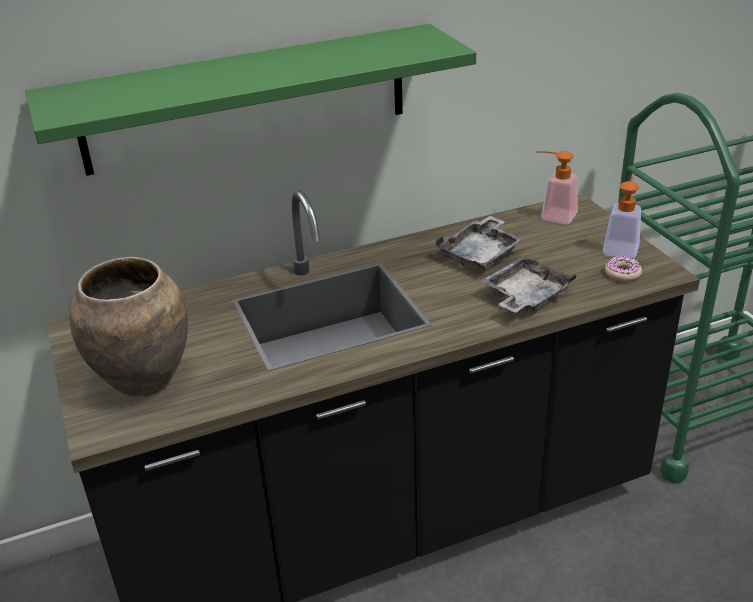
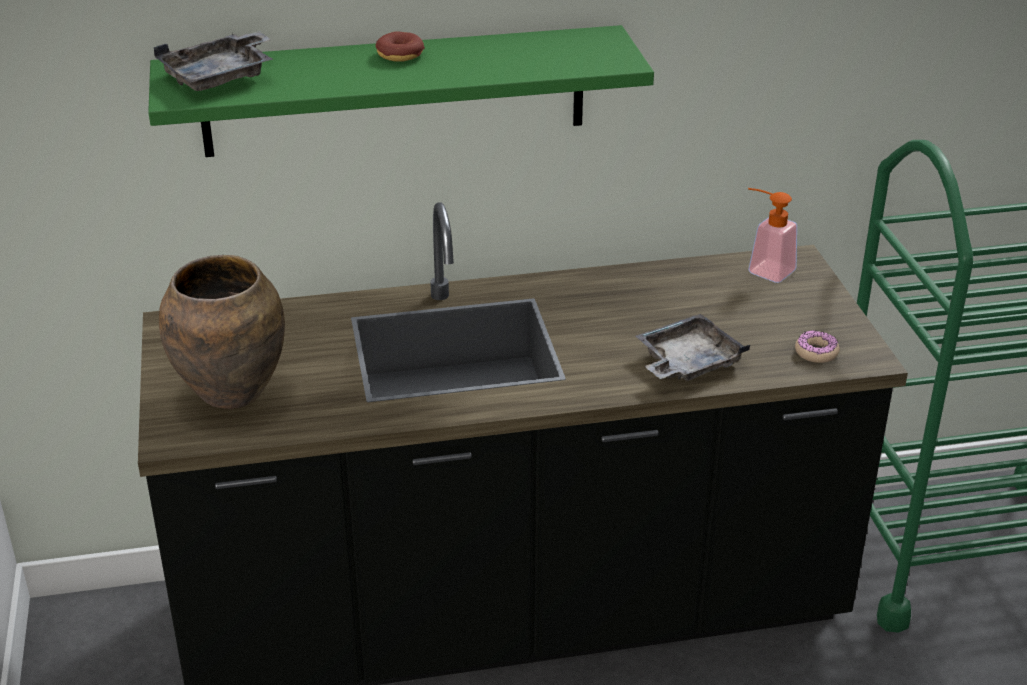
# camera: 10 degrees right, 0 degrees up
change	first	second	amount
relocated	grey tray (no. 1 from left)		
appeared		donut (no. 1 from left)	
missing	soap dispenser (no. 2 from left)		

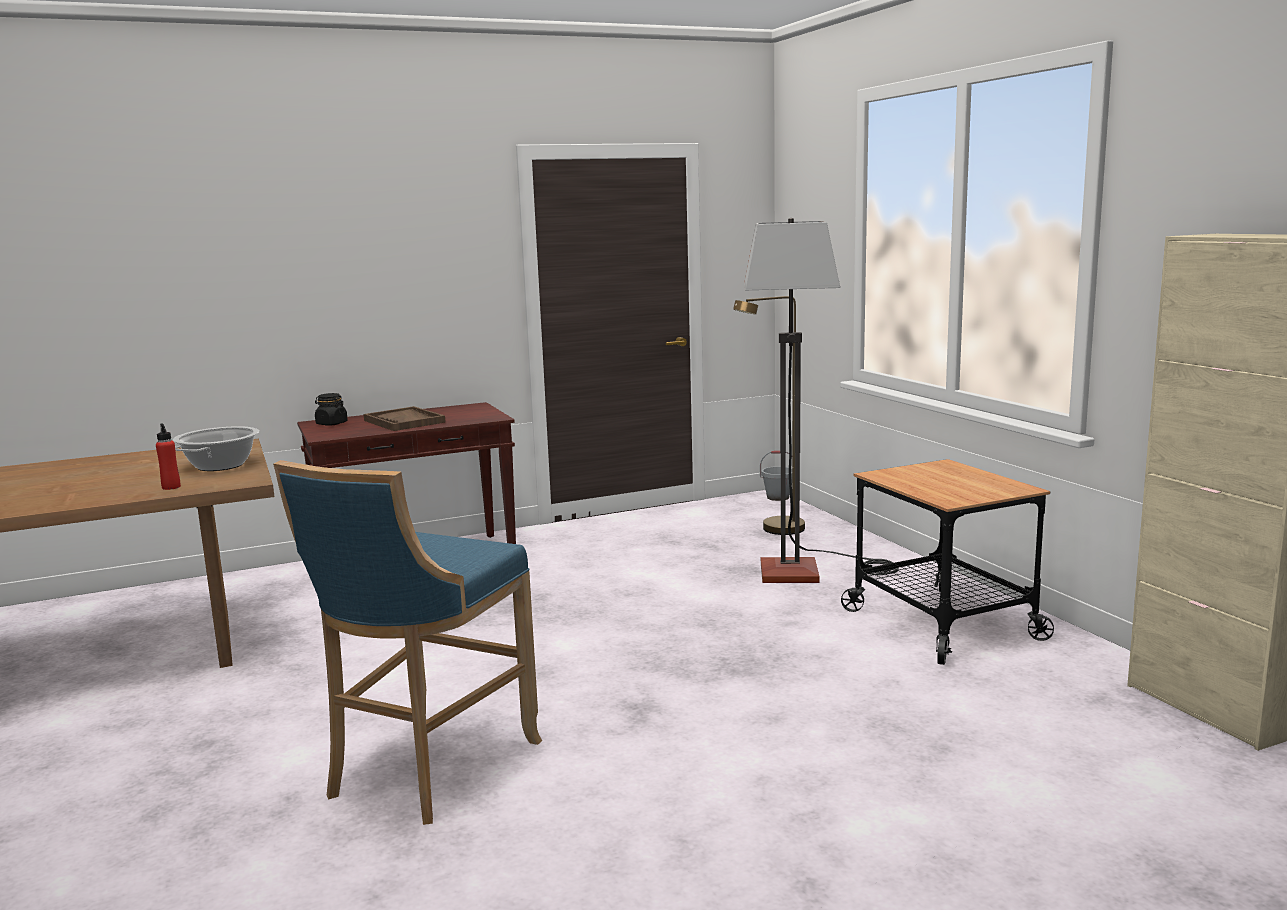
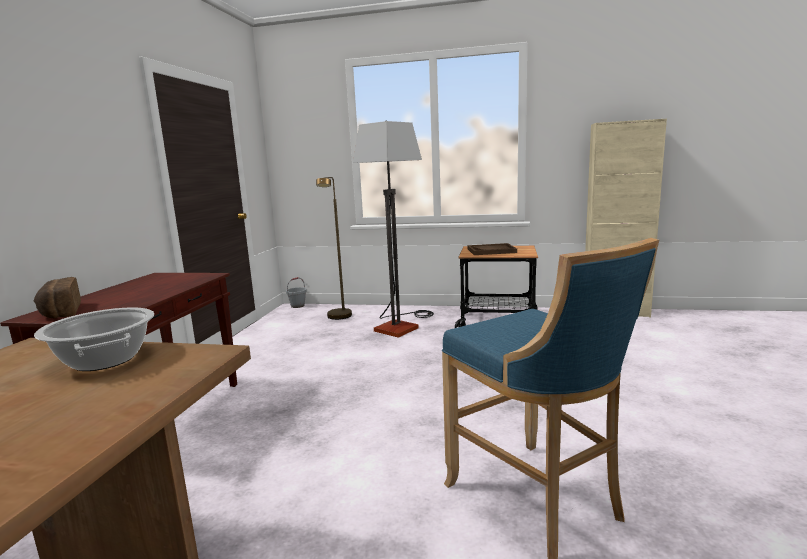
# camera: 55 degrees left, 0 degrees up
change	first	second	amount
exchanged	black jar	bread	
relocated	brown tray		
missing	red bottle		

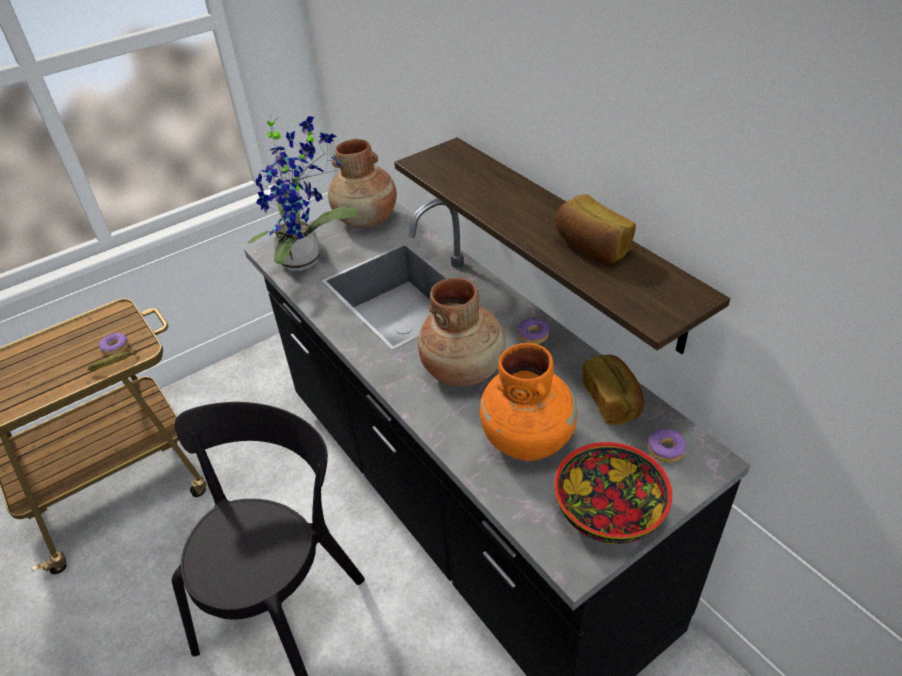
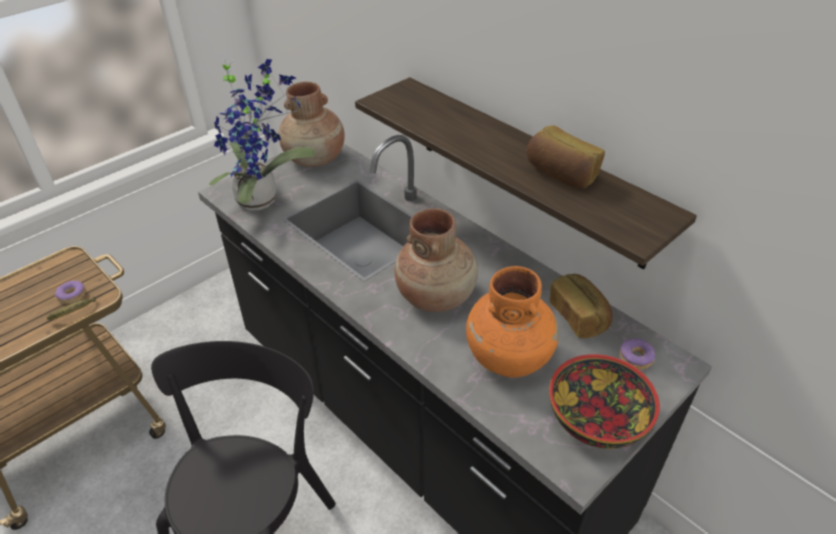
# camera: 10 degrees left, 0 degrees up
change	first	second	amount
missing	donut (no. 2 from left)		

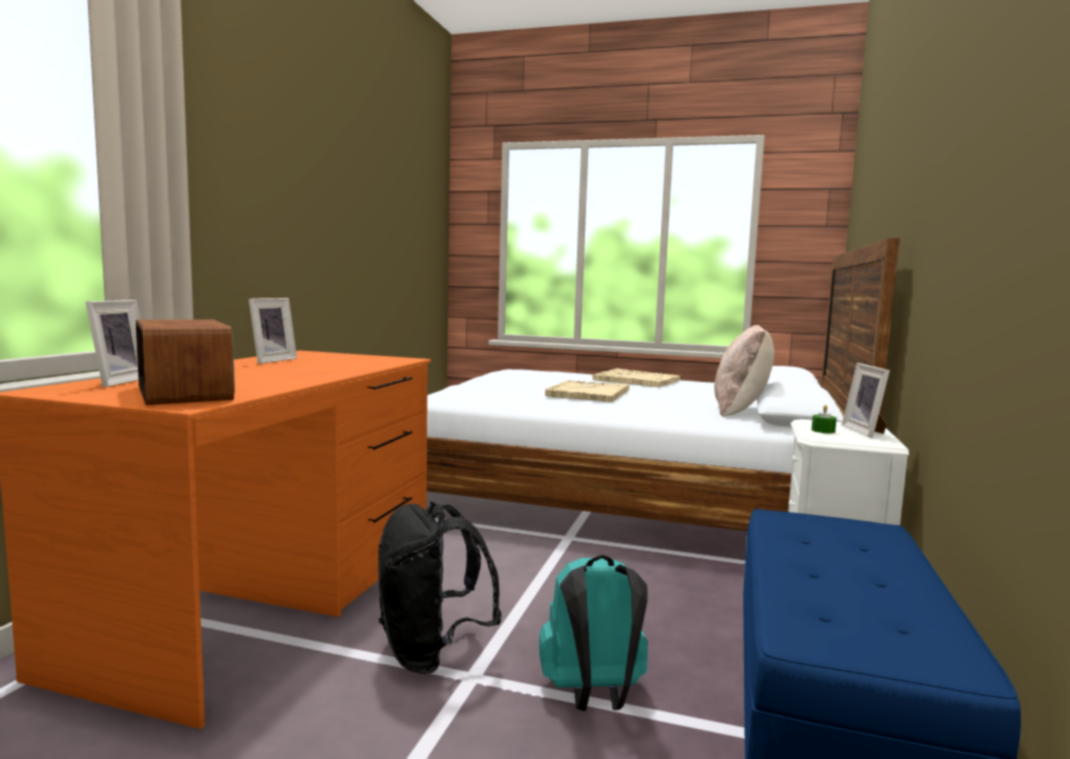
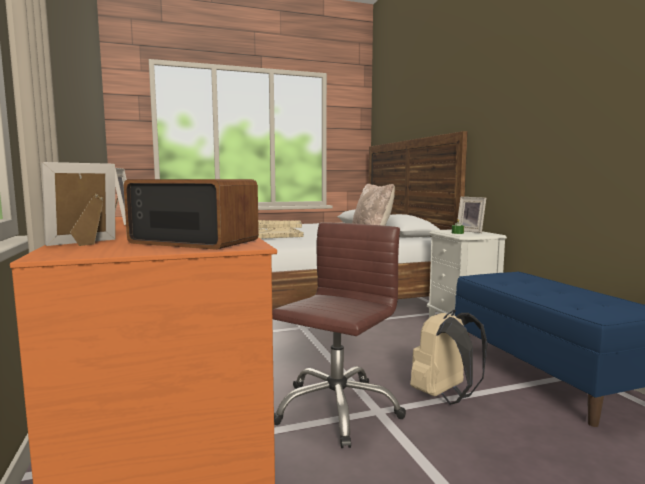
# camera: 35 degrees left, 0 degrees up
change	first	second	amount
spun	picture frame (no. 1 from left)		105 degrees counterclockwise
exchanged	black backpack	brown office chair	
colour	turquoise backpack	beige backpack	

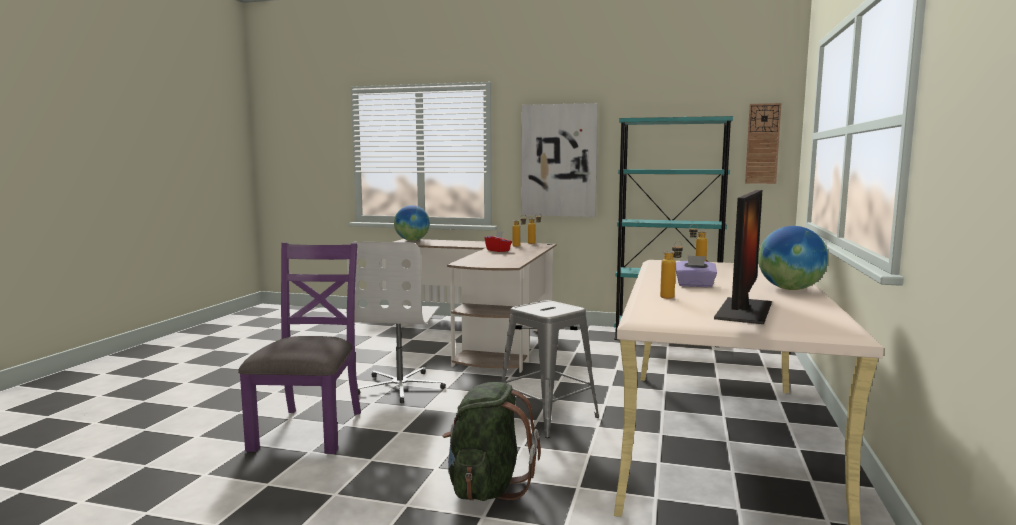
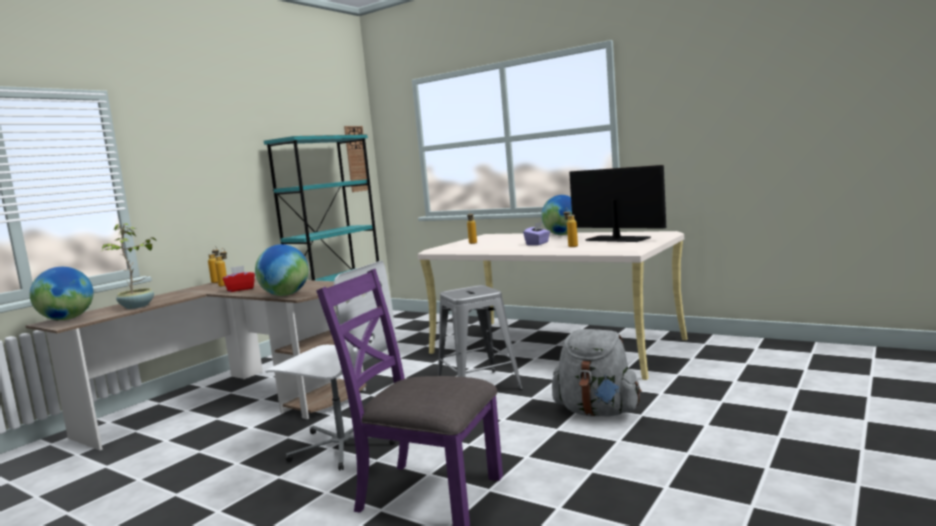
# camera: 70 degrees left, 0 degrees up
change	first	second	amount
appeared		potted plant	
appeared		globe (no. 2 from left)	
colour	green backpack	grey backpack	
missing	picture		

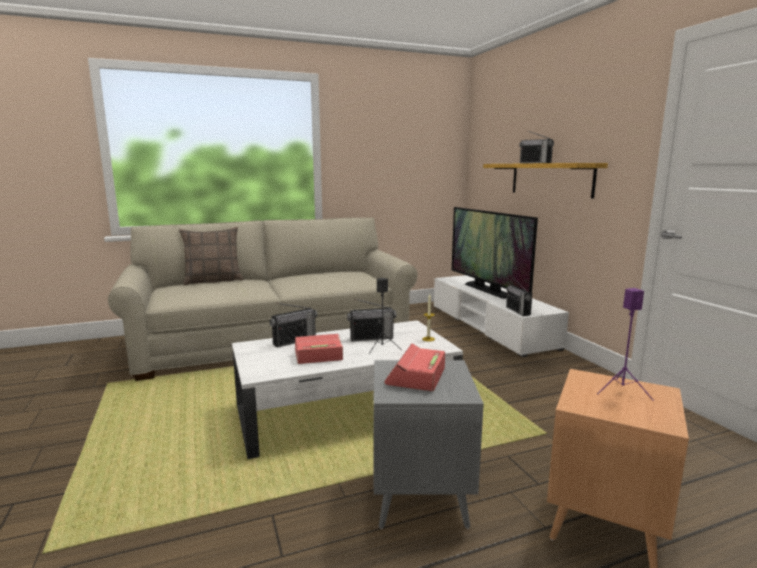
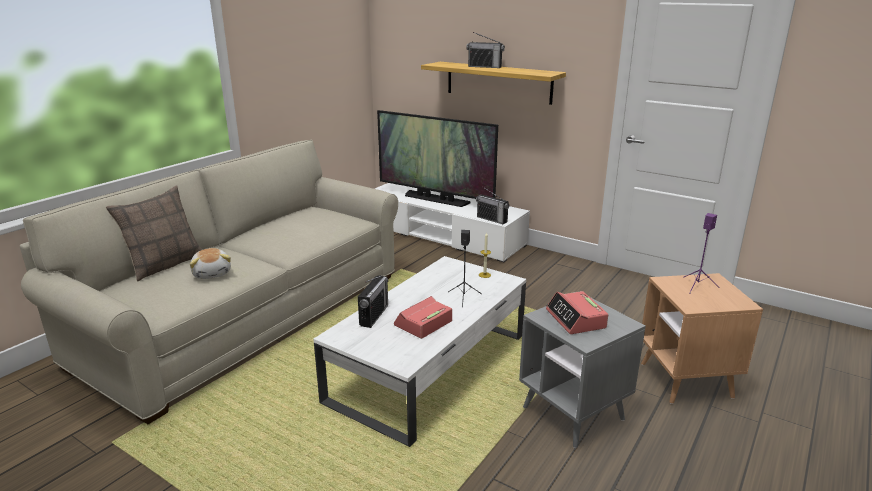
# camera: 35 degrees left, 10 degrees up
change	first	second	amount
appeared		plush toy	
missing	radio (no. 2 from left)		

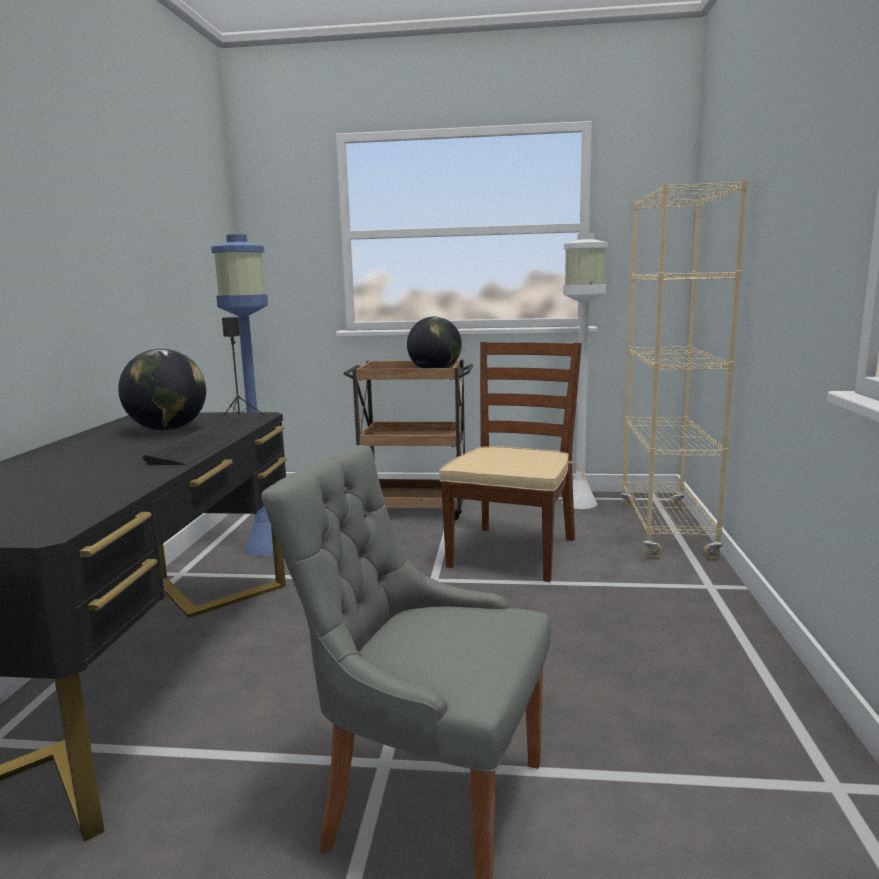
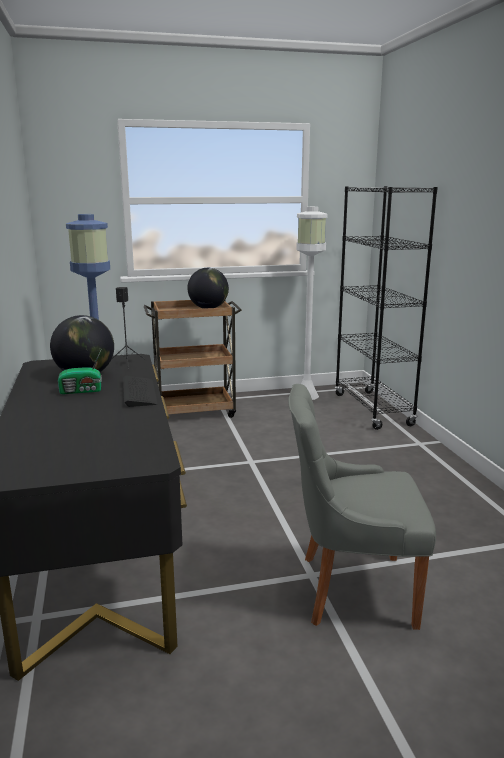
# camera: 20 degrees left, 5 degrees up
change	first	second	amount
appeared		radio	
colour	beige bookcase	black bookcase	
missing	brown chair		

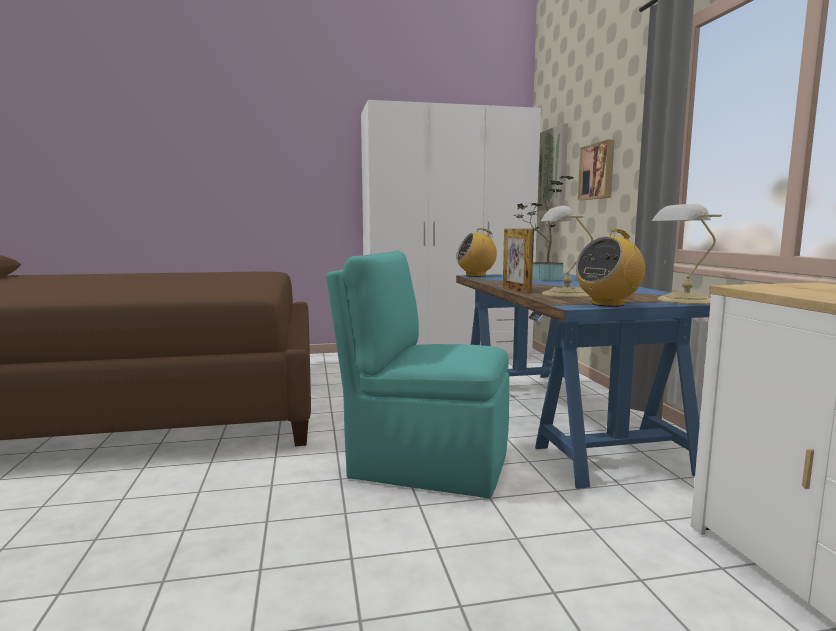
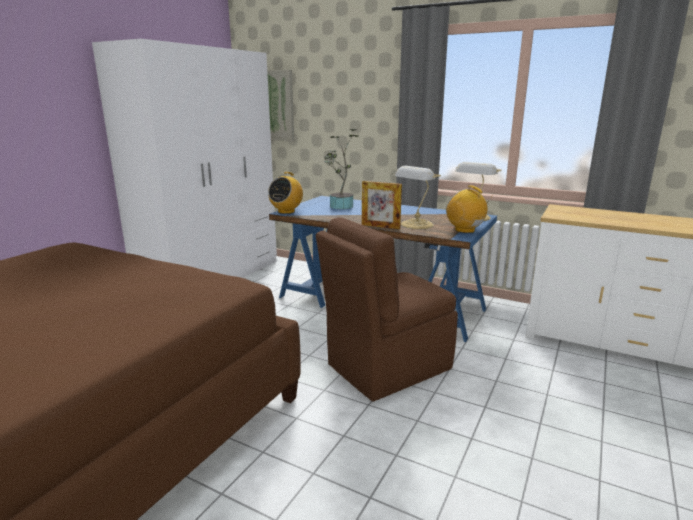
# camera: 50 degrees left, 10 degrees up
change	first	second	amount
colour	turquoise chair	brown chair	
spun	radio (no. 2 from left)		135 degrees clockwise
missing	picture (no. 2 from left)		

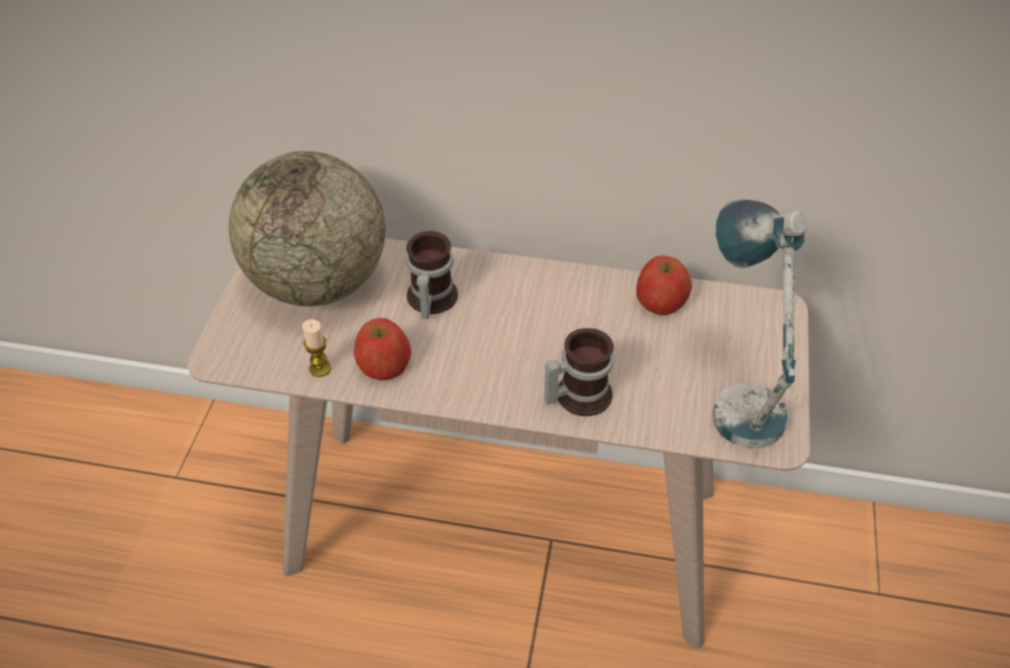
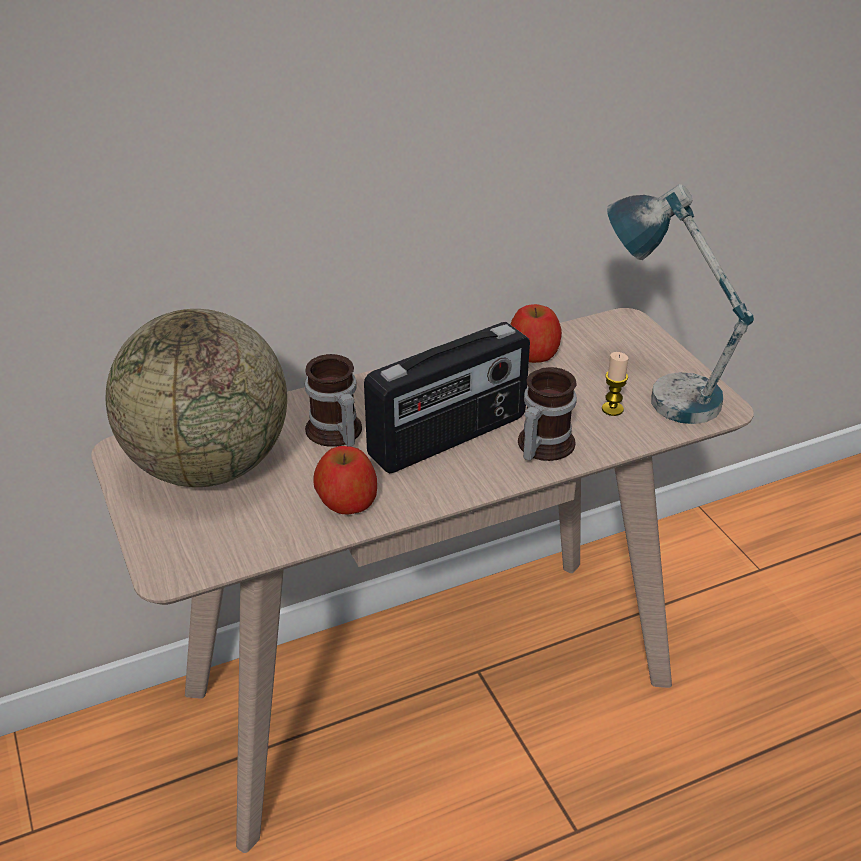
# camera: 35 degrees left, 10 degrees down
change	first	second	amount
appeared		radio	
relocated	candle		

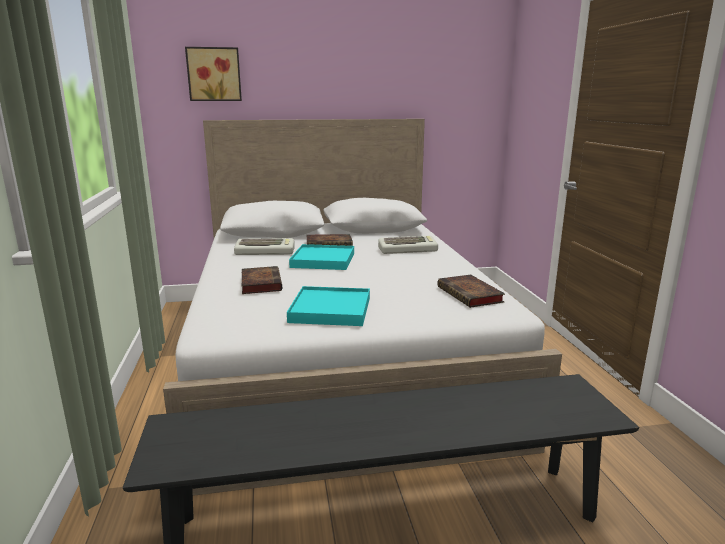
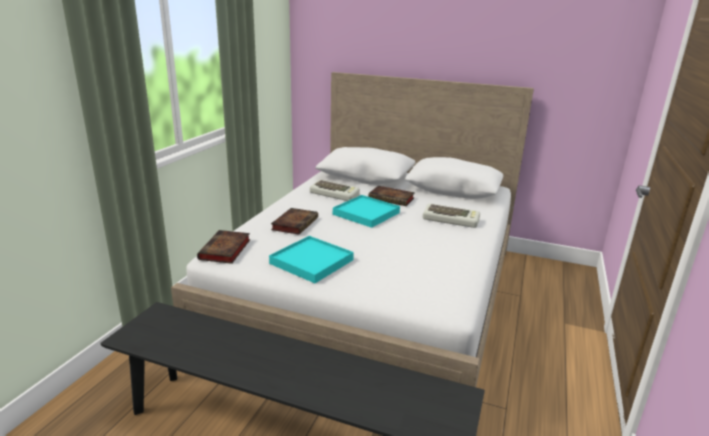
# camera: 30 degrees right, 5 degrees up
change	first	second	amount
relocated	book (no. 3 from left in the first image)	book (no. 1 from left)	
missing	picture		

